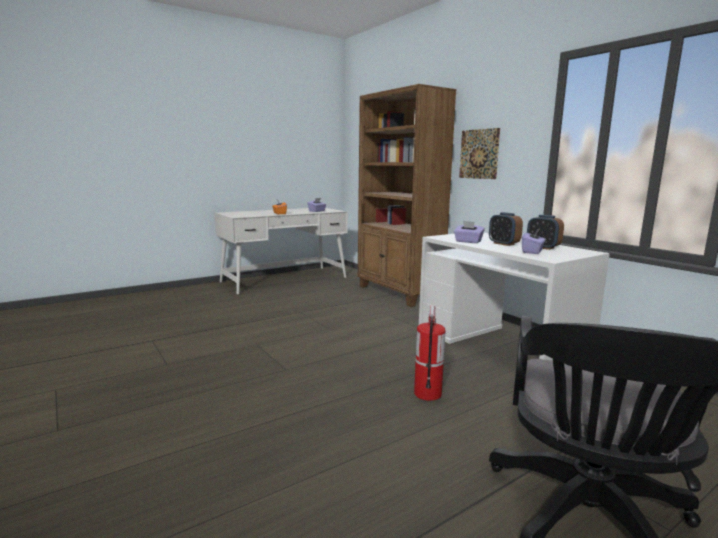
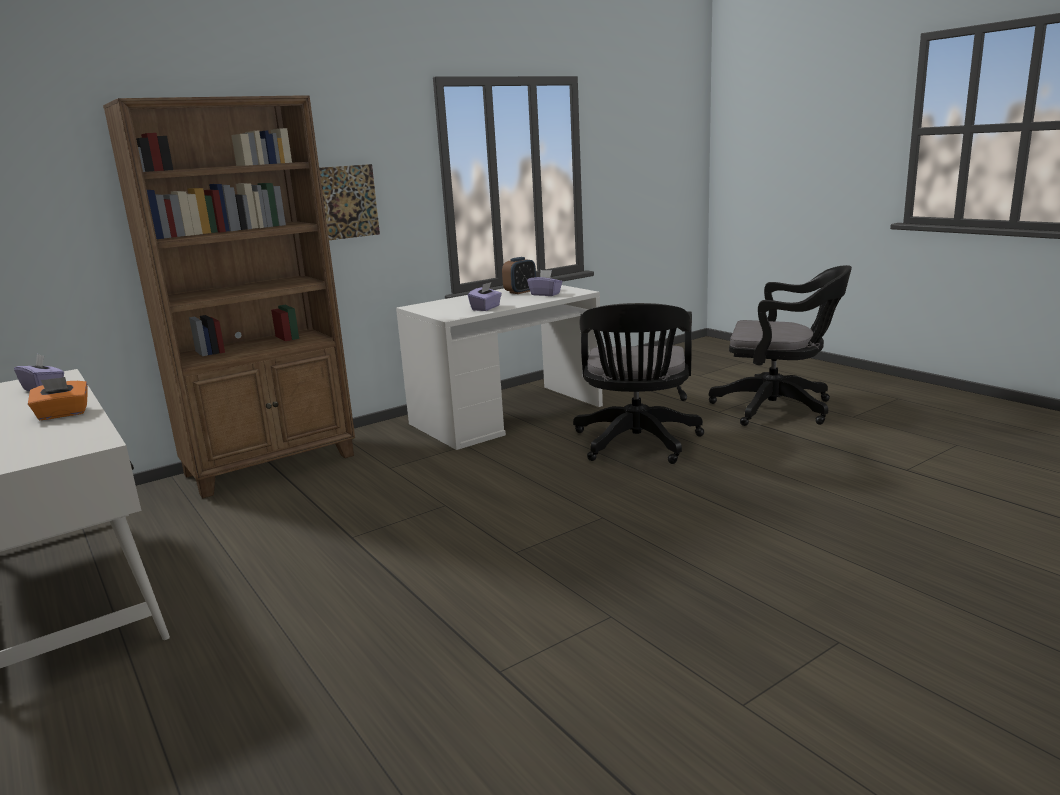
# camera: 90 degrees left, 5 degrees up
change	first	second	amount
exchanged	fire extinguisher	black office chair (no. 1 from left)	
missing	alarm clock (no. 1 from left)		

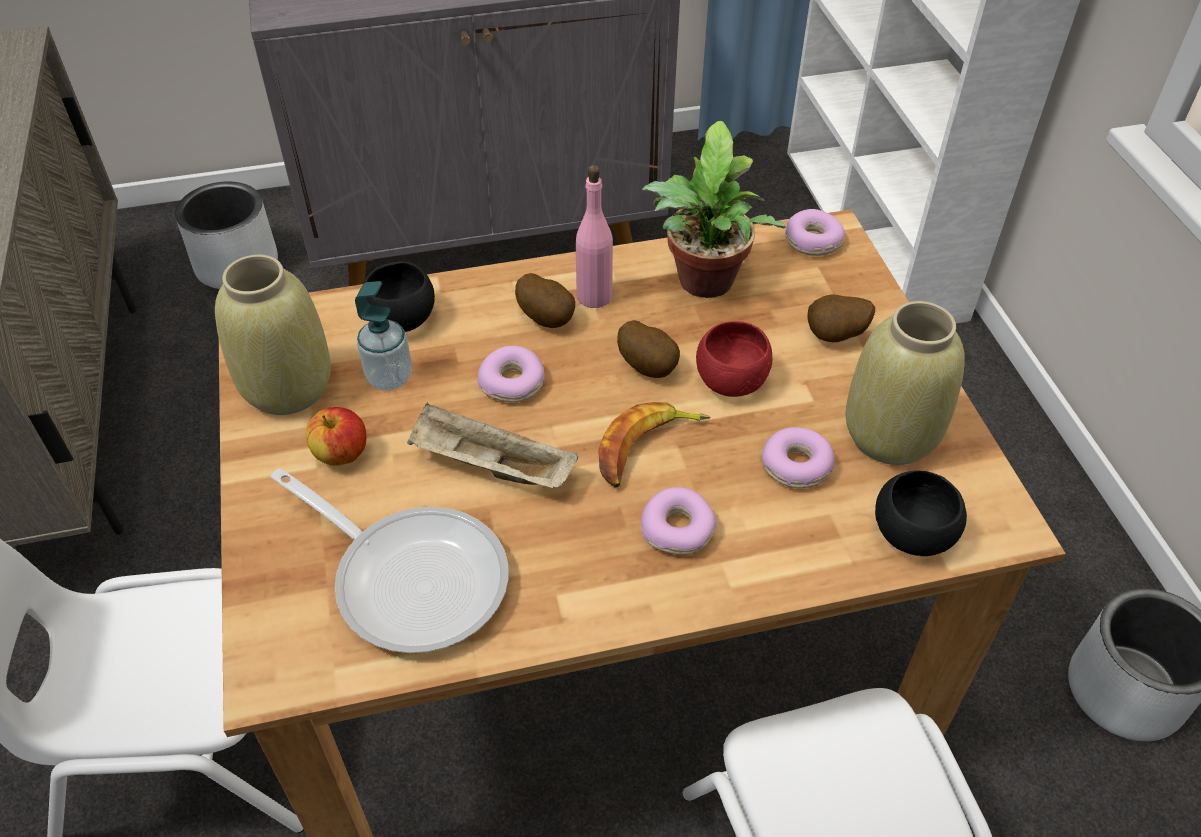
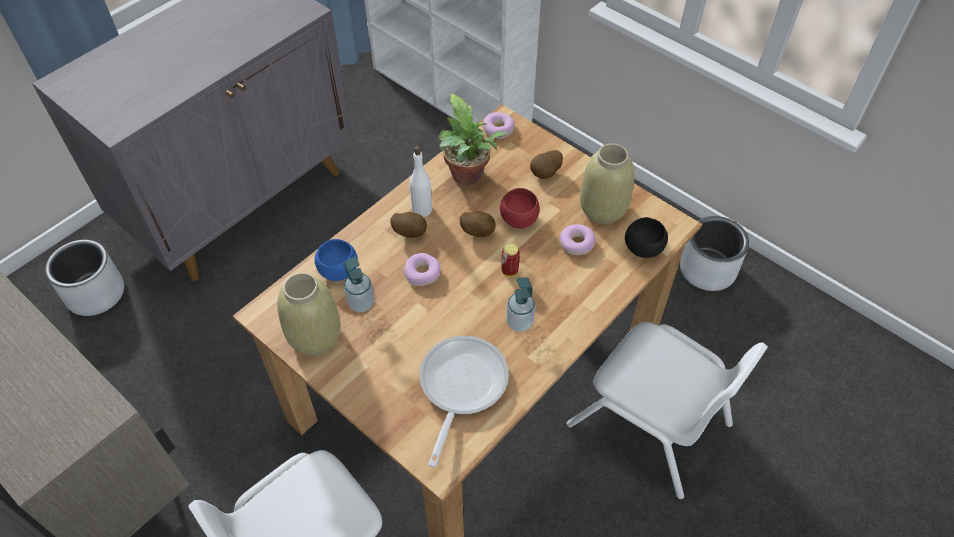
# camera: 35 degrees left, 5 degrees up
change	first	second	amount
colour	black bowl (no. 1 from left)	blue bowl	
colour	pink bottle	white bottle	
spun	frying pan		75 degrees counterclockwise
exchanged	banana	can	
appeared		soap dispenser (no. 2 from left)	
missing	apple		
missing	beige tray		
missing	donut (no. 2 from left)		

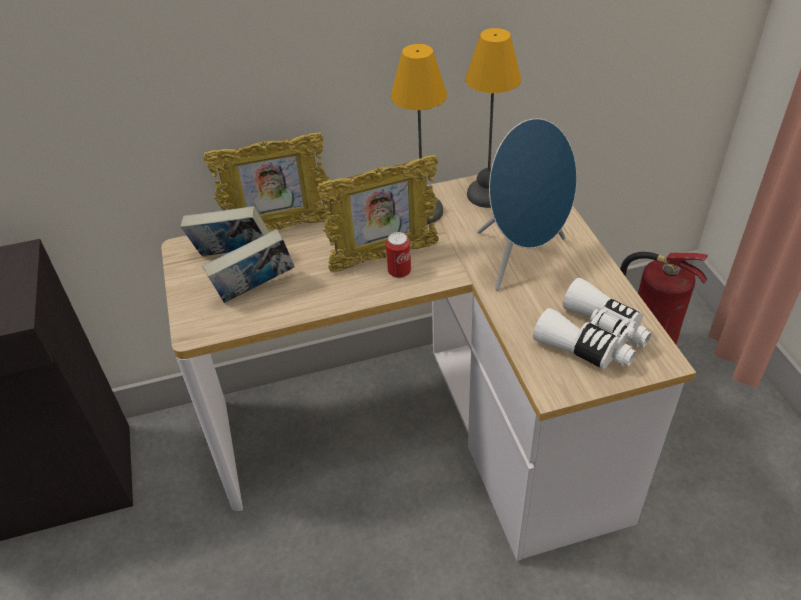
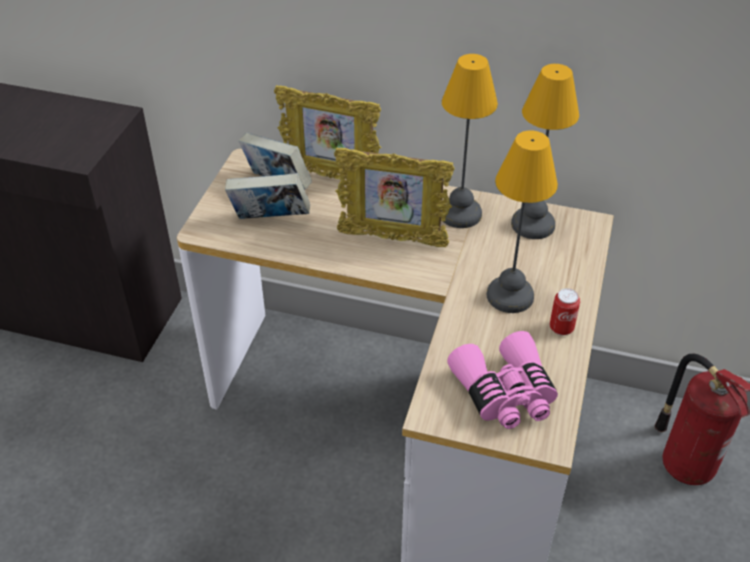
# camera: 30 degrees right, 0 degrees up
change	first	second	amount
colour	white binoculars	pink binoculars	
exchanged	blue speaker	table lamp (no. 2 from left)	
relocated	can		

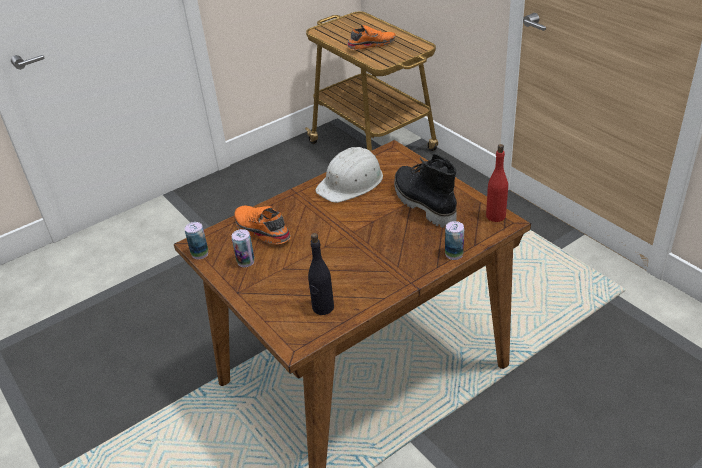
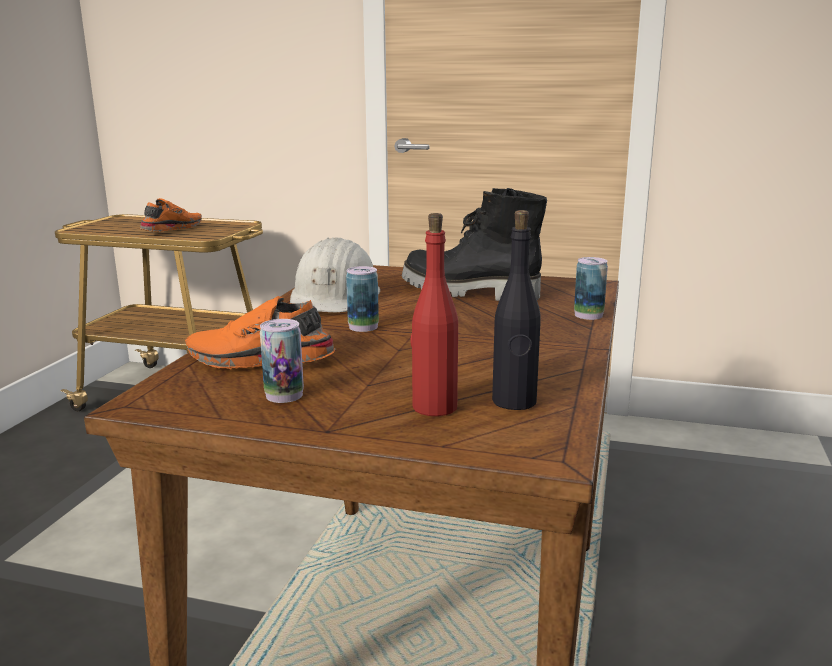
# camera: 40 degrees left, 20 degrees down
change	first	second	amount
relocated	can (no. 1 from left in the first image)	can (no. 2 from left)	
relocated	red bottle		

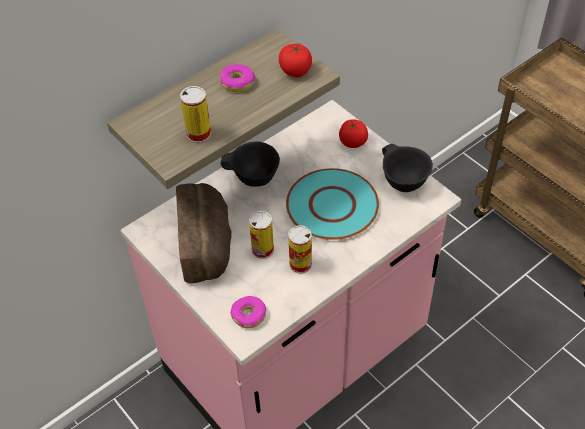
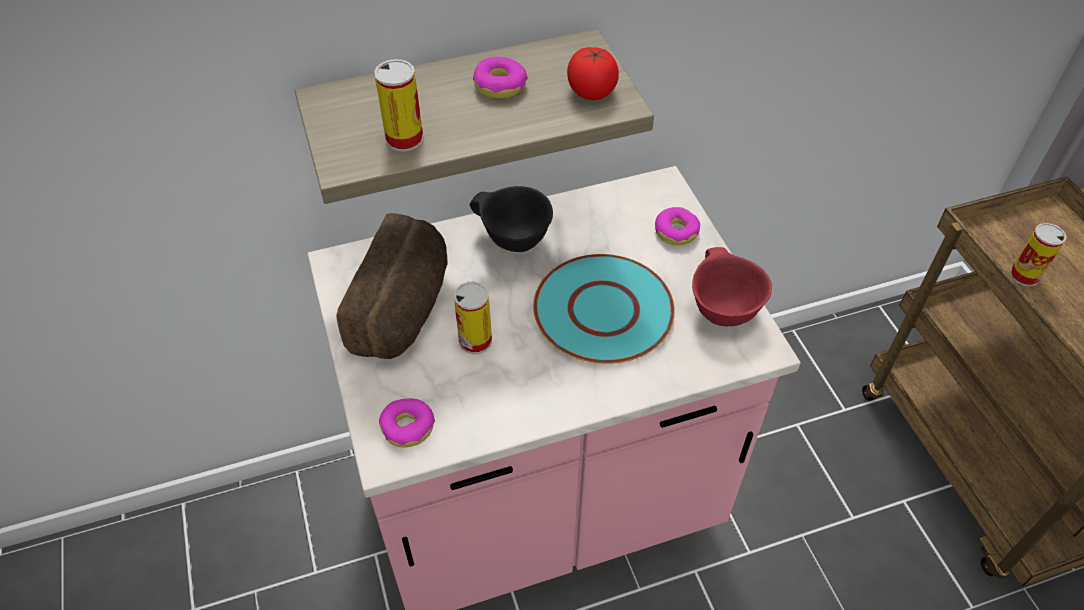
# camera: 20 degrees right, 0 degrees up
change	first	second	amount
exchanged	tomato (no. 2 from left)	donut (no. 3 from left)	
colour	black bowl (no. 2 from left)	red bowl	
relocated	can (no. 3 from left)		

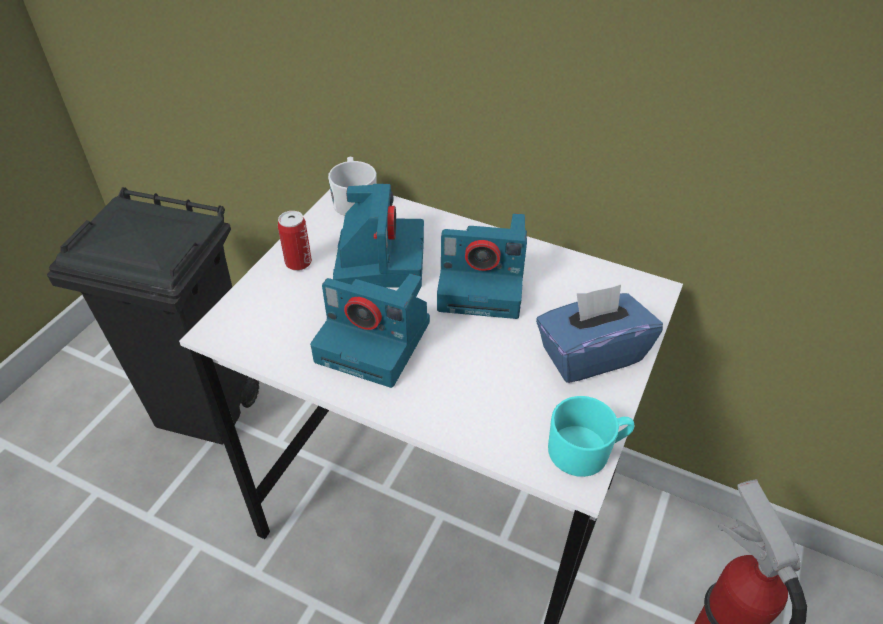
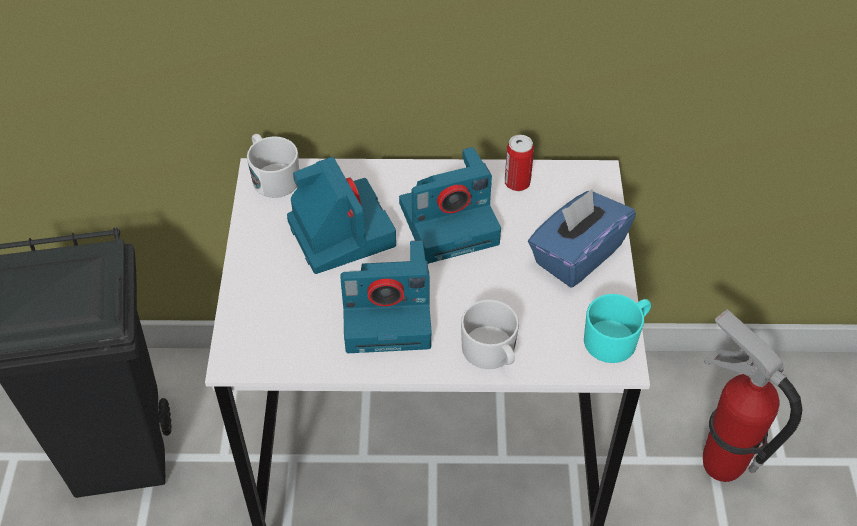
# camera: 25 degrees left, 5 degrees up
change	first	second	amount
appeared		white mug (no. 2 from left)	
relocated	can		

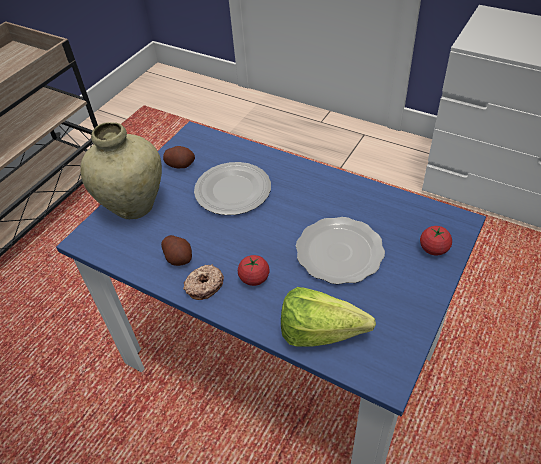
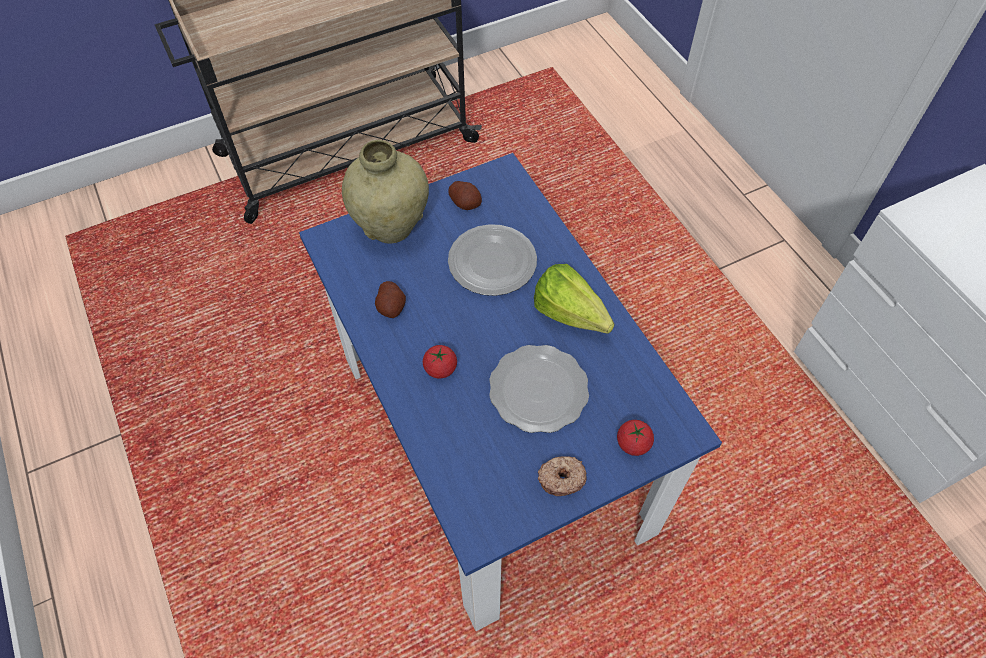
# camera: 30 degrees right, 10 degrees up
change	first	second	amount
relocated	lettuce		
relocated	donut		

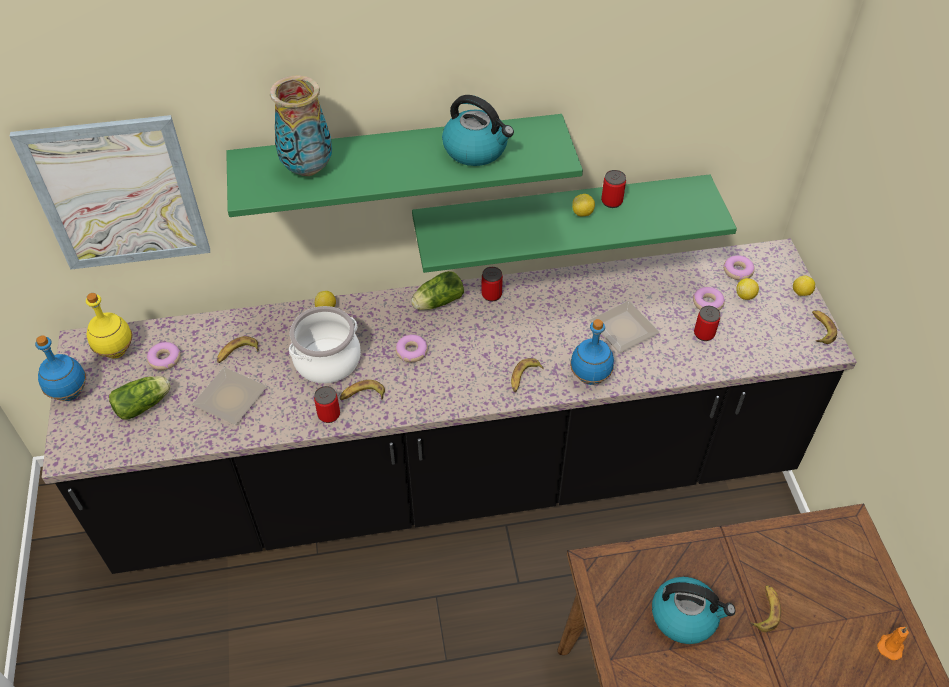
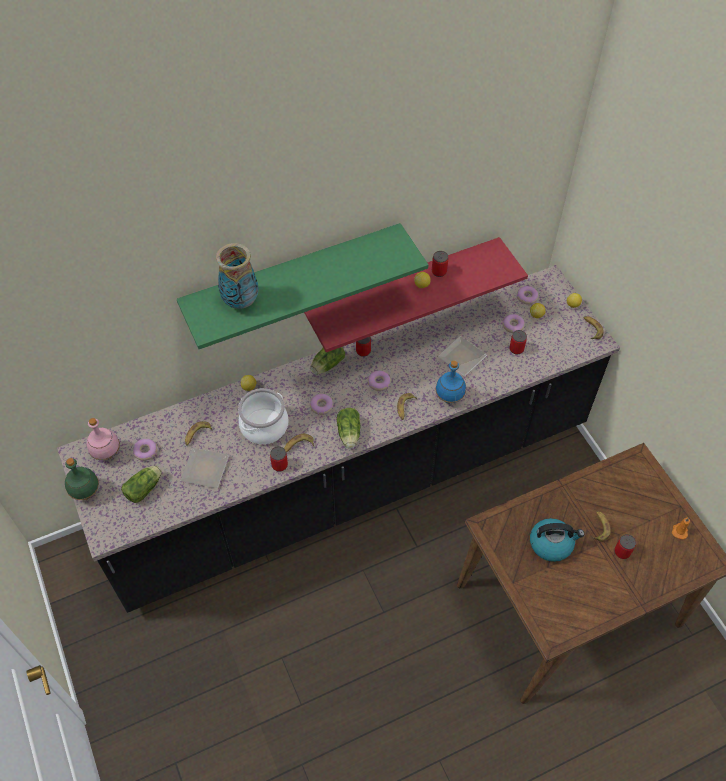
# camera: 15 degrees left, 5 degrees up
change	first	second	amount
colour	blue bottle (no. 1 from left)	green bottle	
colour	yellow bottle	pink bottle	
colour	green shelf (no. 2 from left)	red shelf	
appeared		lettuce (no. 3 from left)	
appeared		donut (no. 3 from left)	
appeared		can (no. 5 from left)	
missing	picture		
missing	kettle (no. 1 from left)		

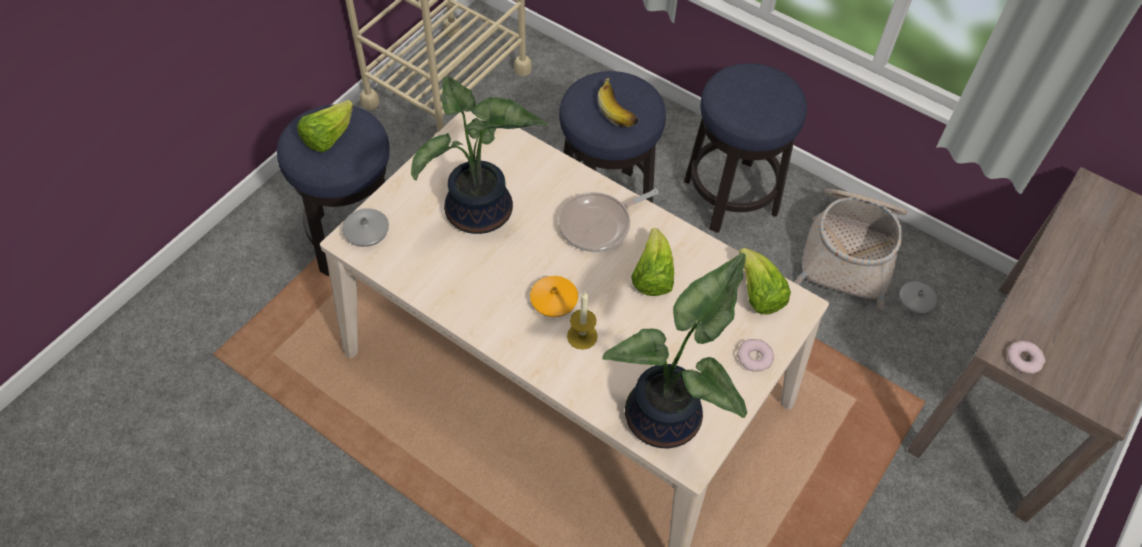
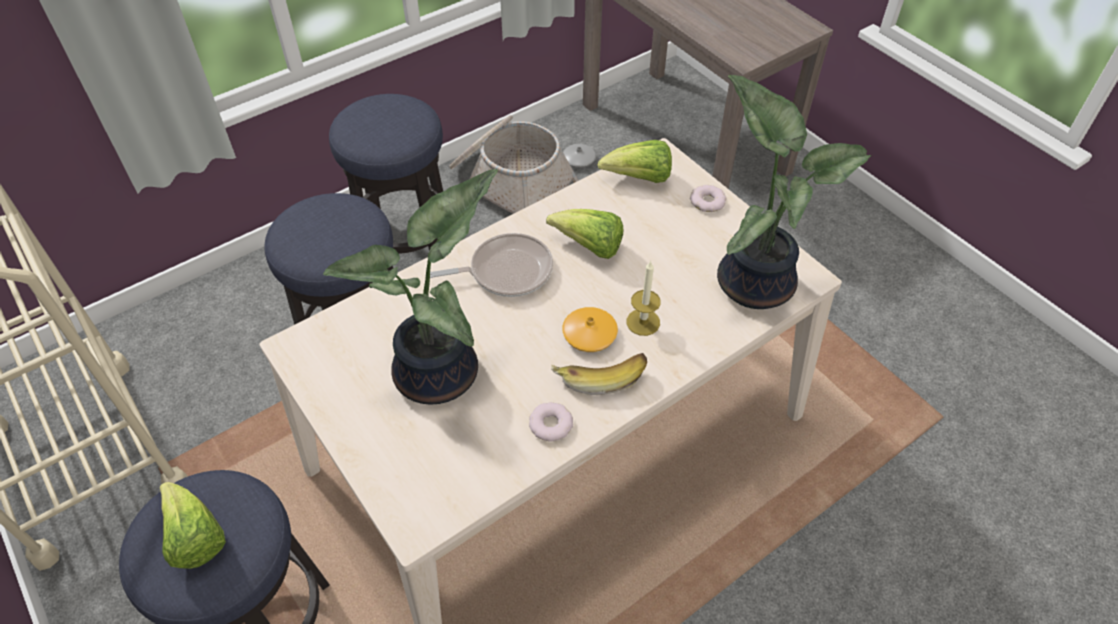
# camera: 70 degrees left, 5 degrees down
change	first	second	amount
spun	frying pan		90 degrees counterclockwise
relocated	donut (no. 2 from left in the first image)	donut (no. 1 from left)	
relocated	banana		
missing	grey vase (no. 1 from left)		

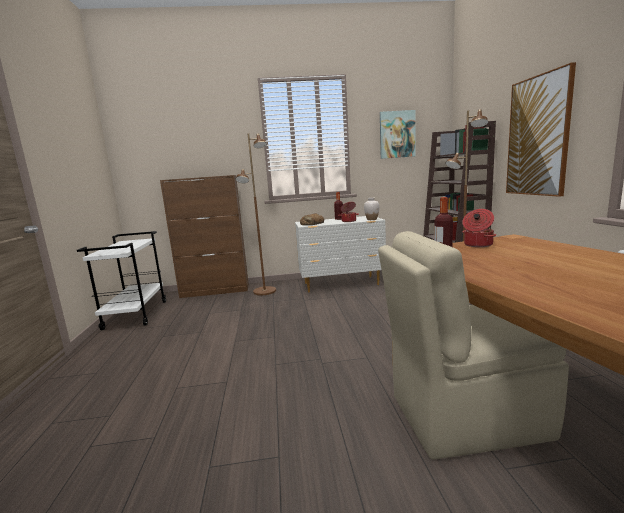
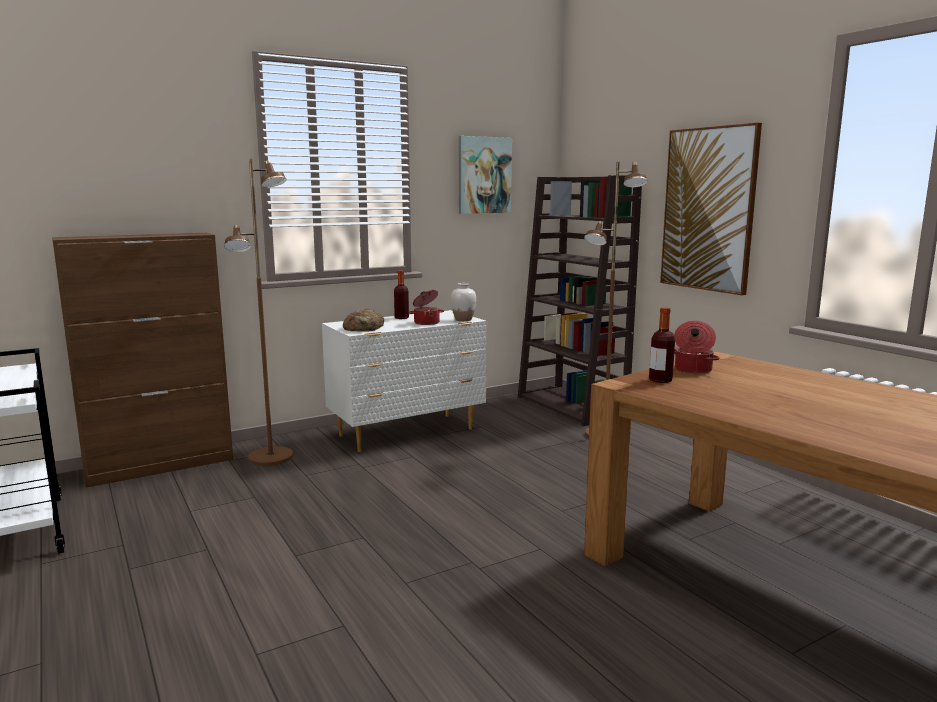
# camera: 25 degrees left, 0 degrees up
change	first	second	amount
missing	beige chair		

